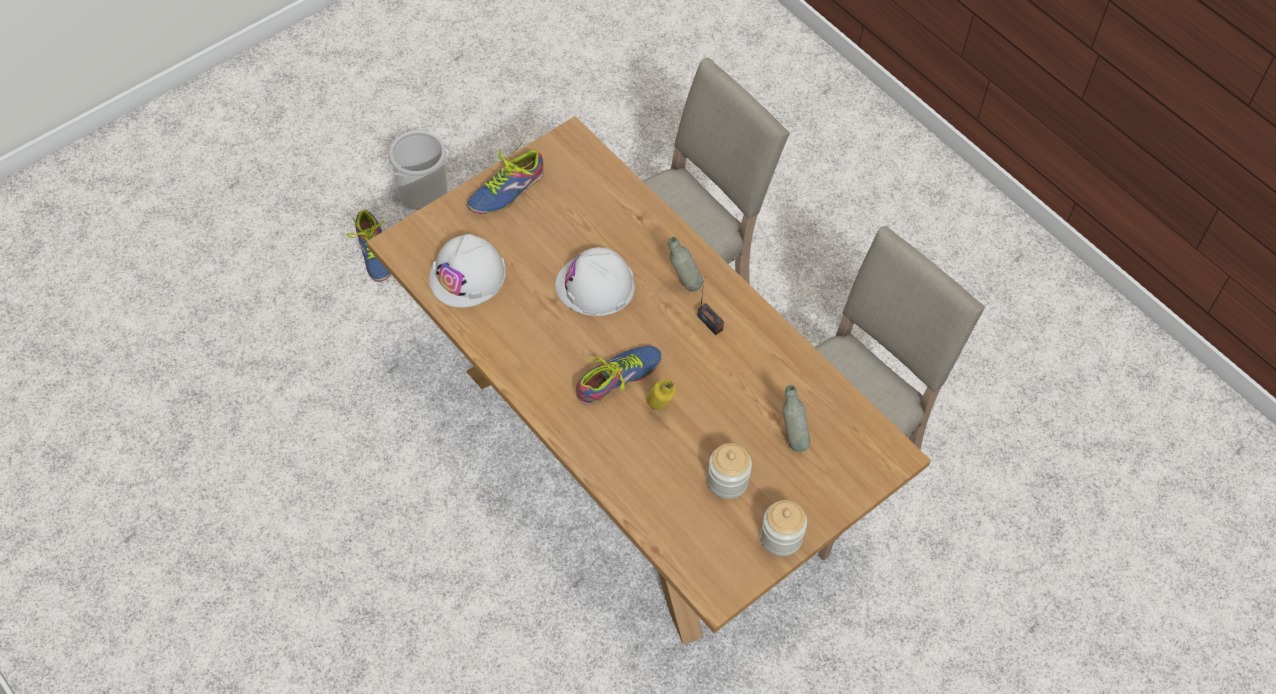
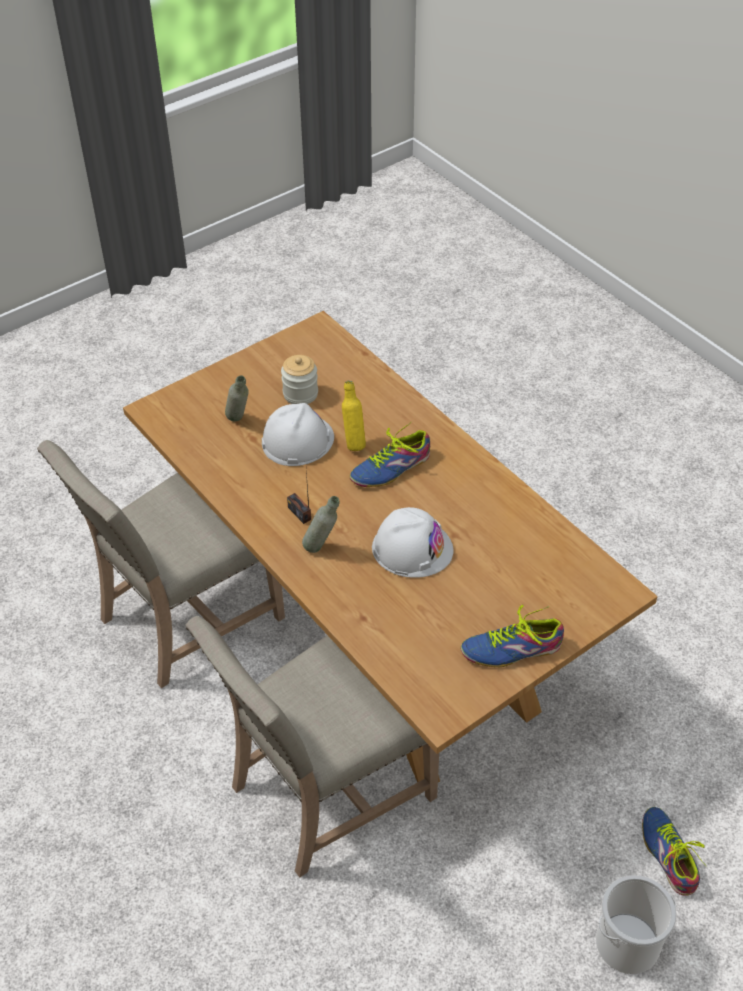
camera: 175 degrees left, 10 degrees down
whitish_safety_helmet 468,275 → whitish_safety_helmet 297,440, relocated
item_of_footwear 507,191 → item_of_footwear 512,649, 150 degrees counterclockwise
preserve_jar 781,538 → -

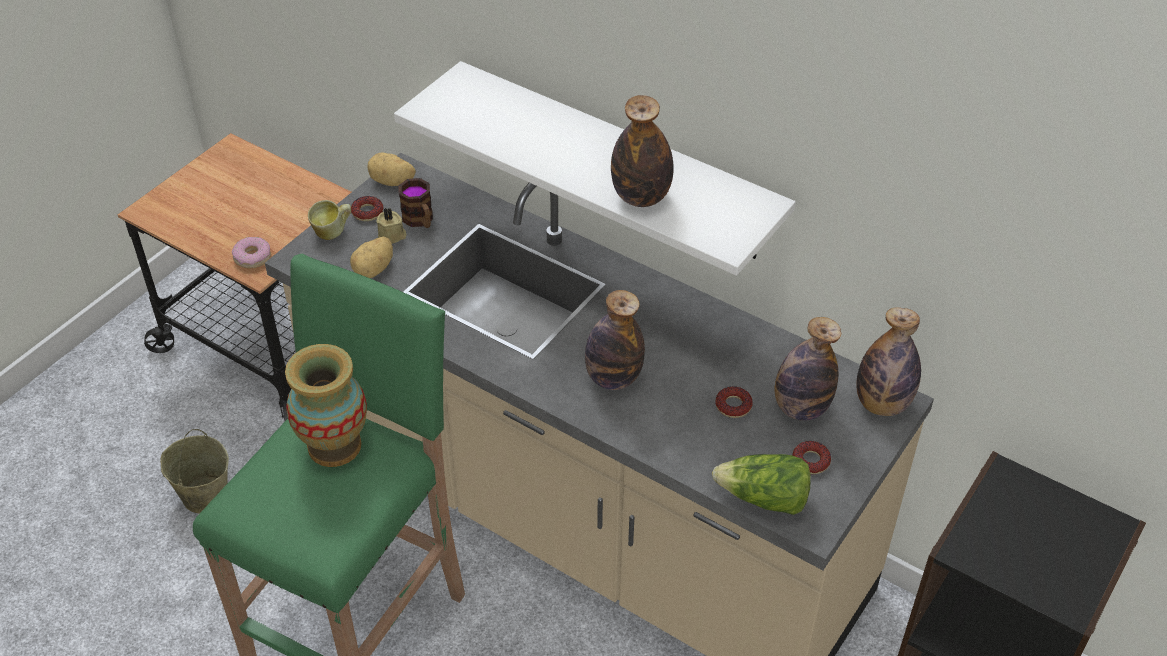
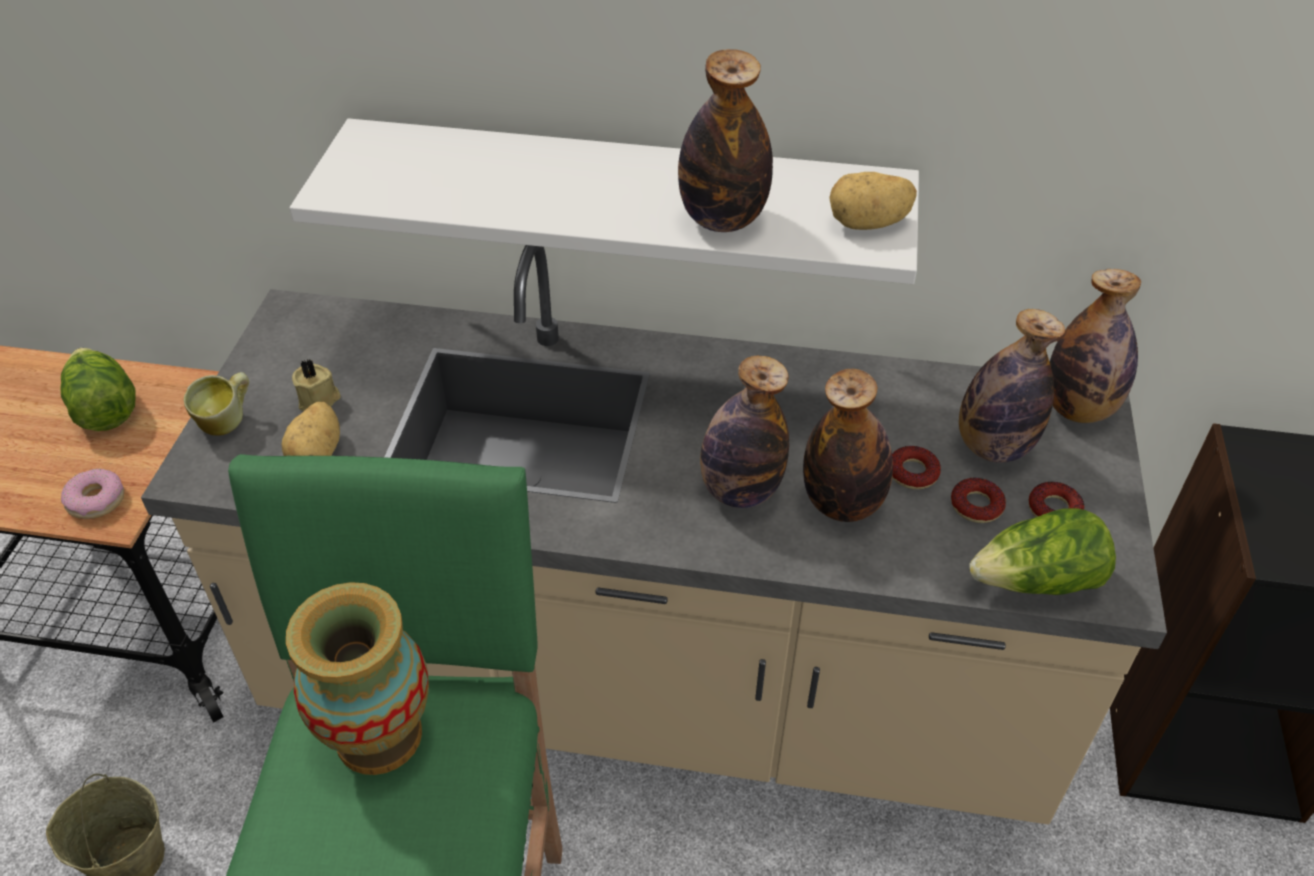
camera: 25 degrees left, 0 degrees up
donut 367,212 → donut 976,505, relocated
whole_potato 392,182 → whole_potato 868,224, relocated
mug 420,220 → -
- → head_of_lettuce 103,407
- → beverage_bottle 842,503

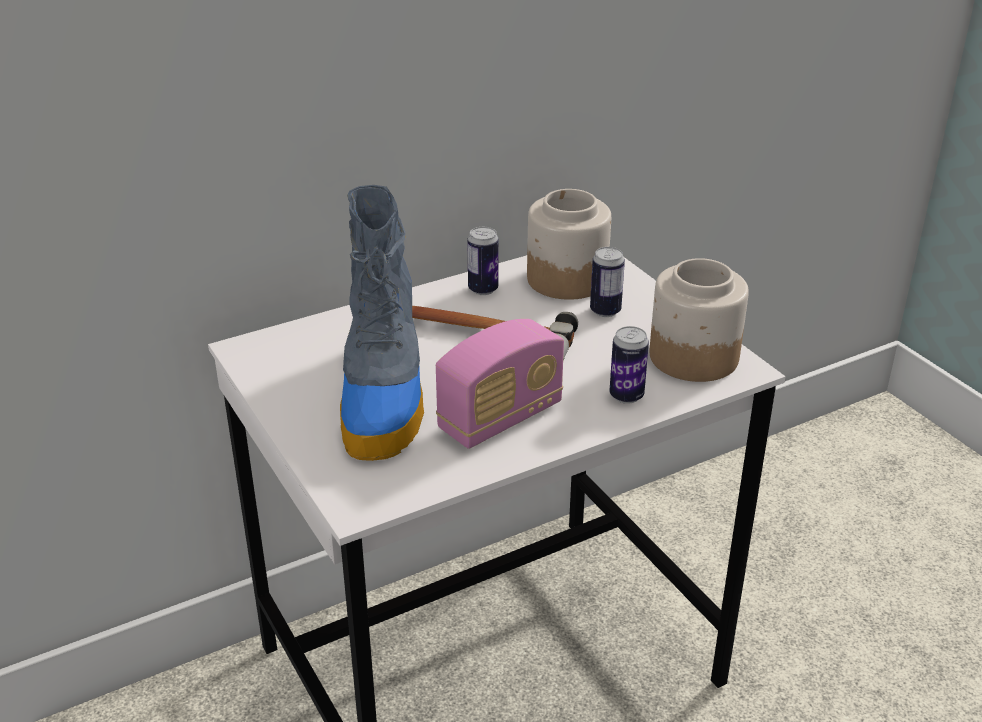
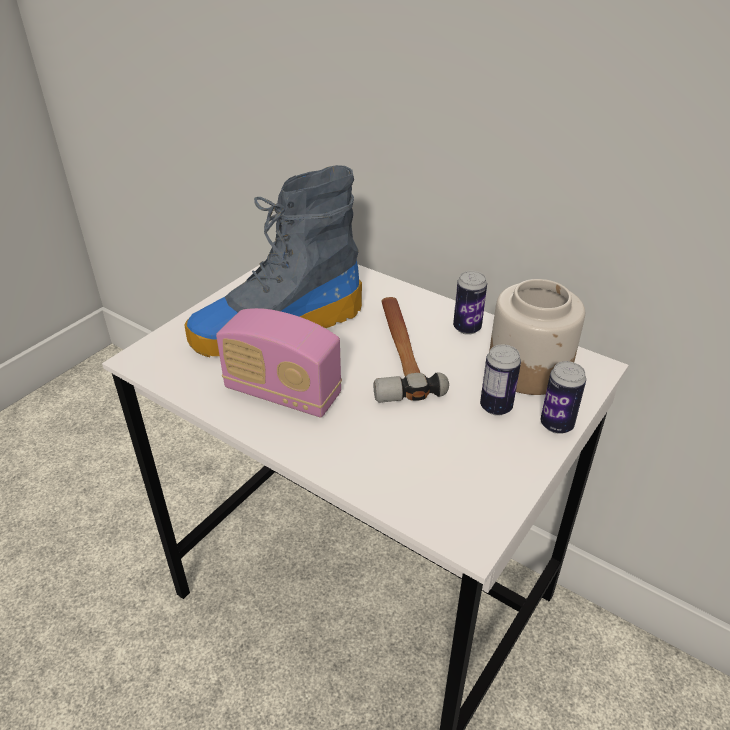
camera: 65 degrees right, 5 degrees up
can 626,396 → can 556,425, relocated
preserve_jar 692,357 → -

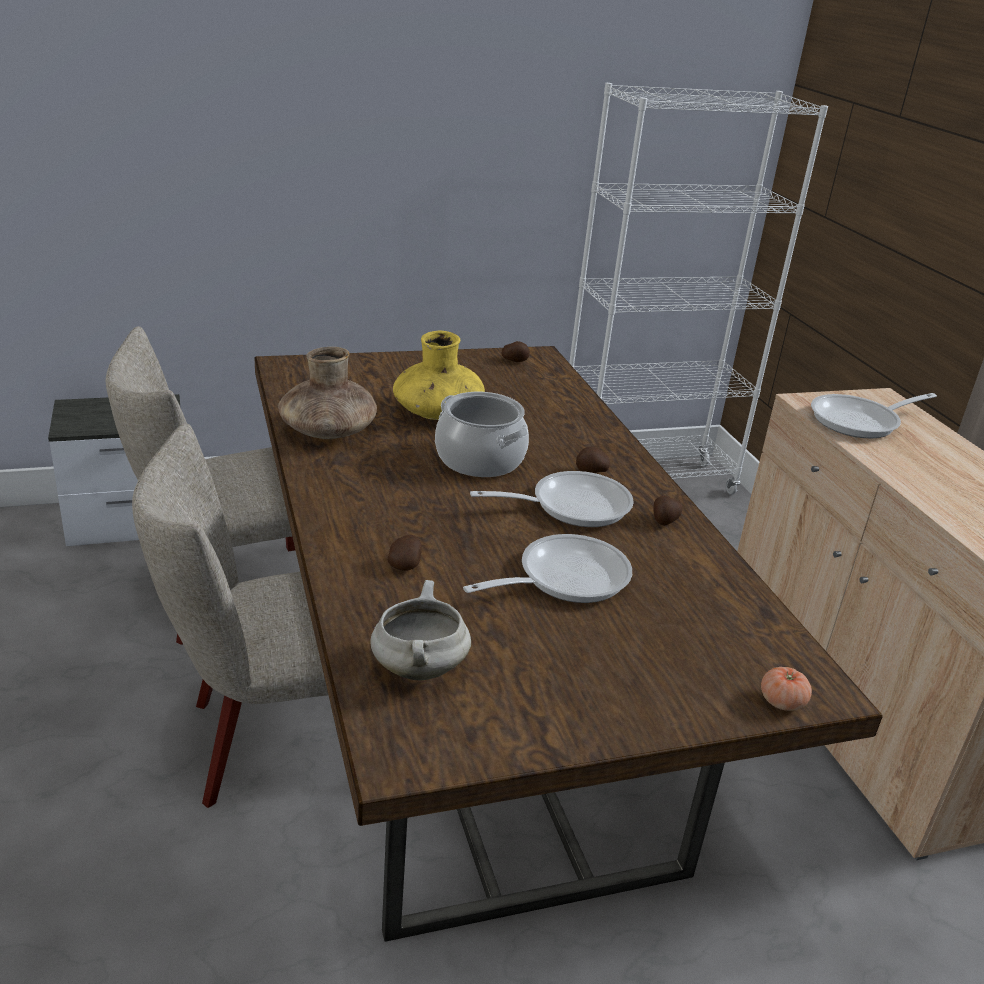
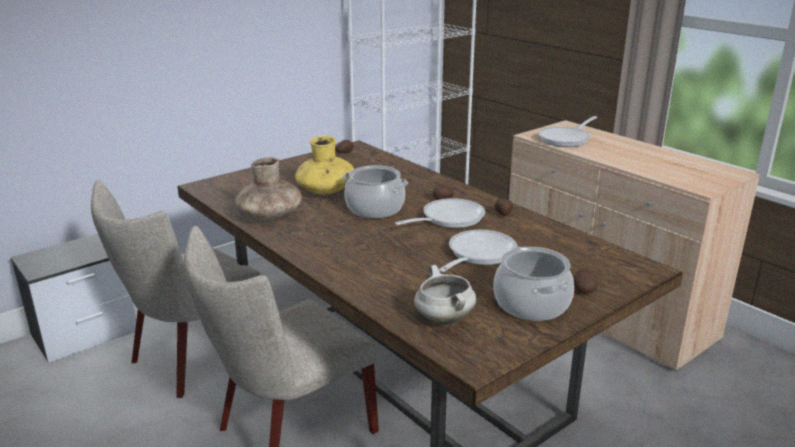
camera: 20 degrees left, 5 degrees down
whole_potato 405,565 → whole_potato 583,290, relocated
whole_tomato 782,702 → -
- → saucepot 531,304

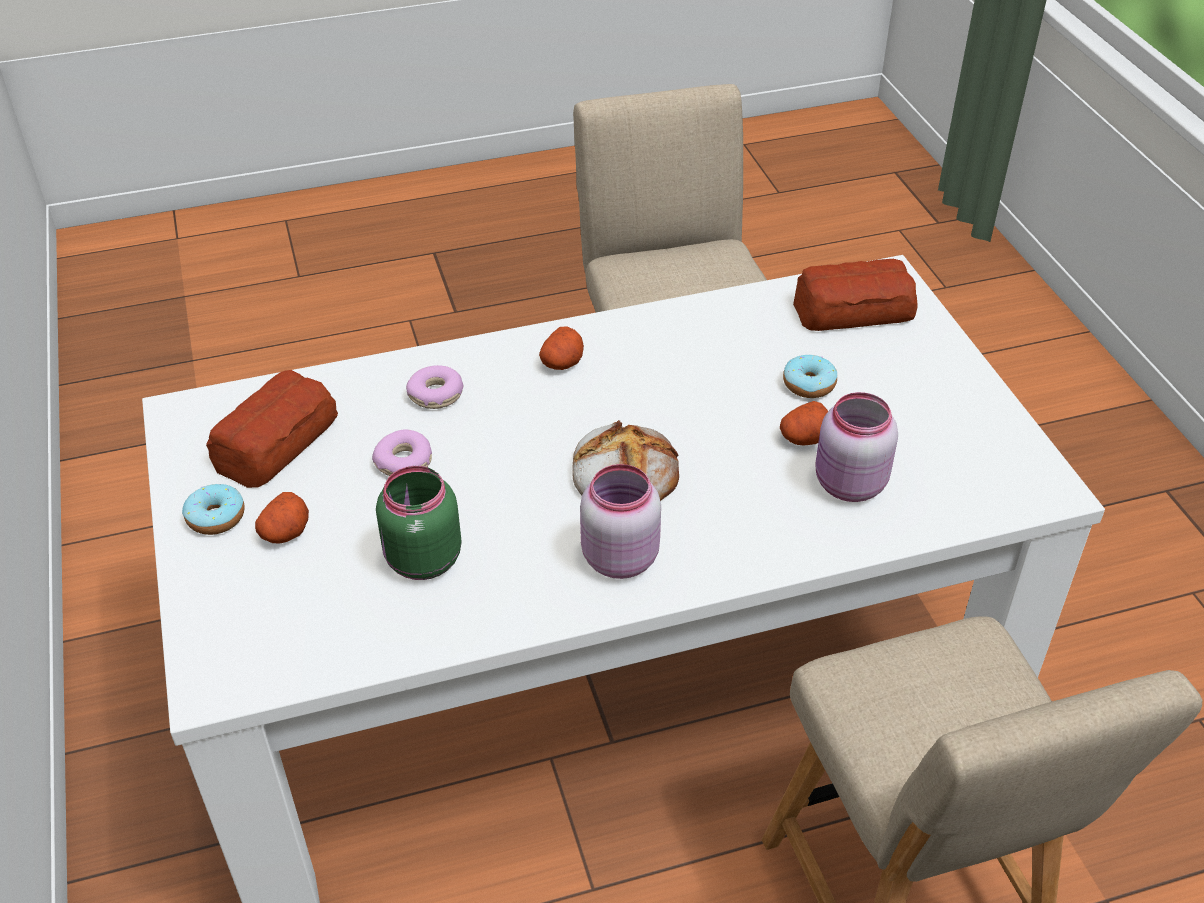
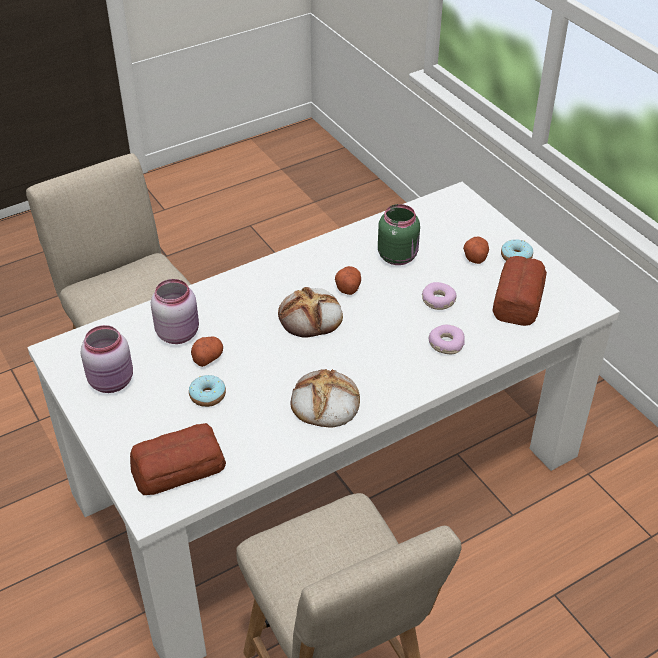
camera: 165 degrees right, 0 degrees up
whole_potato 562,362 → whole_potato 347,287, relocated
pinkish_preserve_jar 618,557 → pinkish_preserve_jar 112,382, relocated
- → baked_bread 324,403

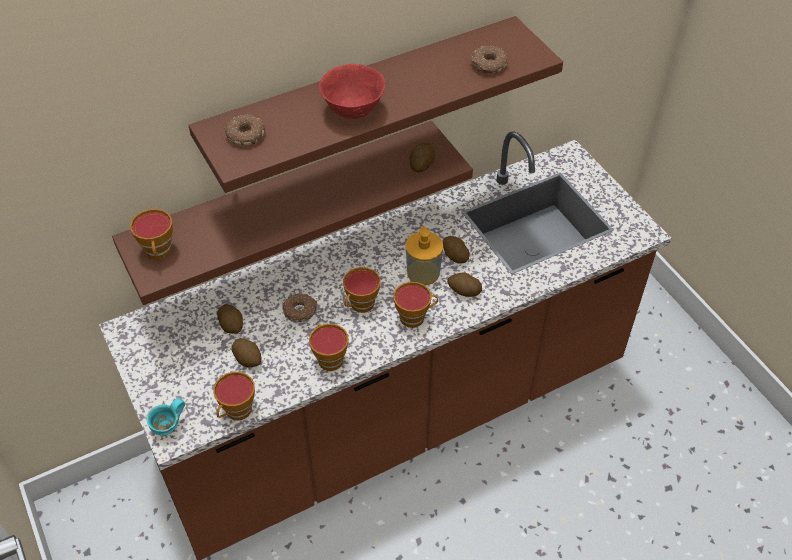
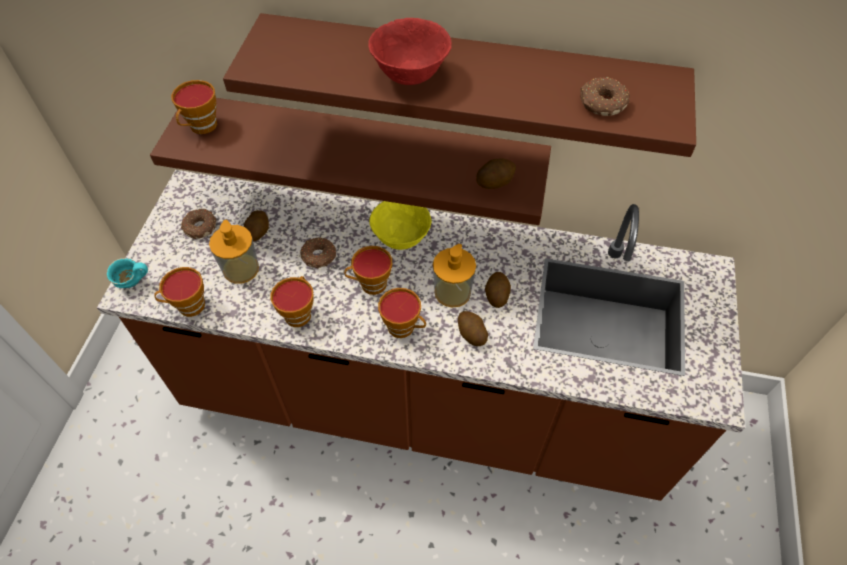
camera: 40 degrees right, 5 degrees up
donut 245,135 → donut 200,227, relocated
whole_potato 248,359 → liquid_soap_bottle 241,269
- → yellow-coloured_bowl 401,238

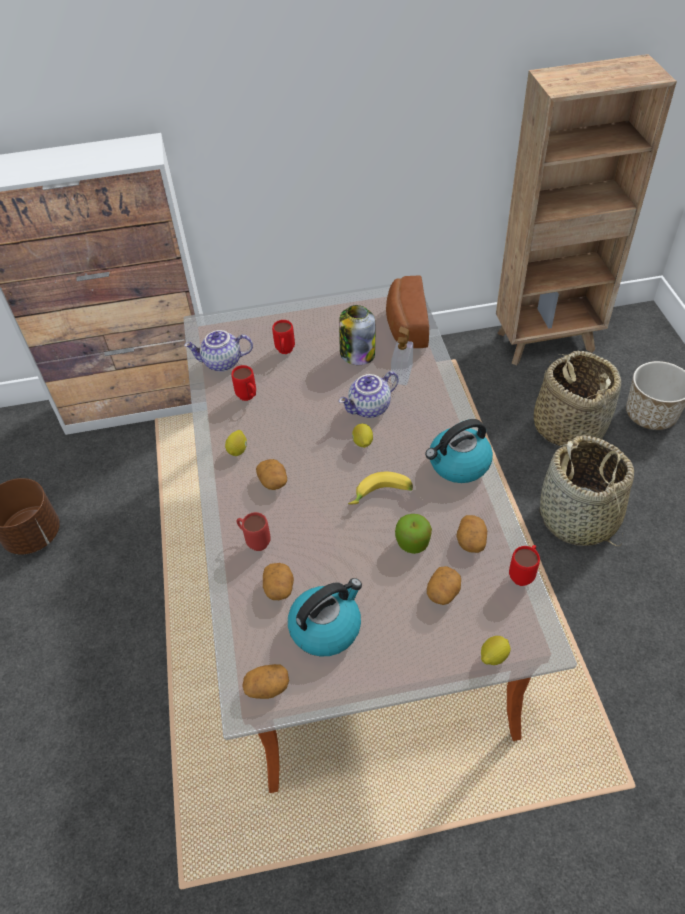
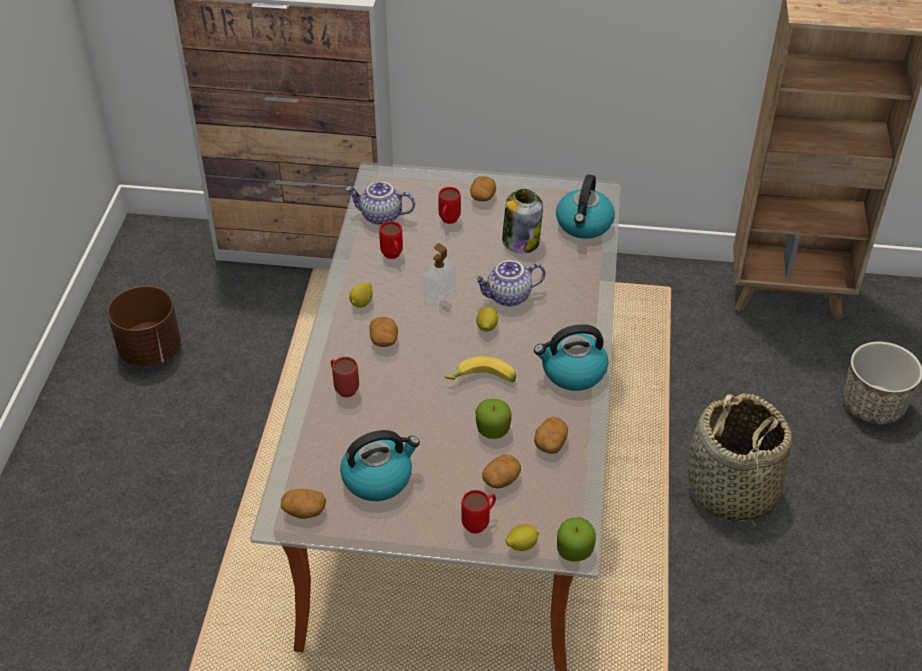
camera: 15 degrees right, 5 degrees down
whole_potato 279,587 → whole_potato 483,196, relocated
baked_bread 405,325 → water_kettle 584,225
liquid_soap_bottle 401,374 → liquid_soap_bottle 439,295, relocated
red_mug 523,574 → red_mug 480,523, relocated
household_basket 568,426 → -
- → apple_fruit 574,550

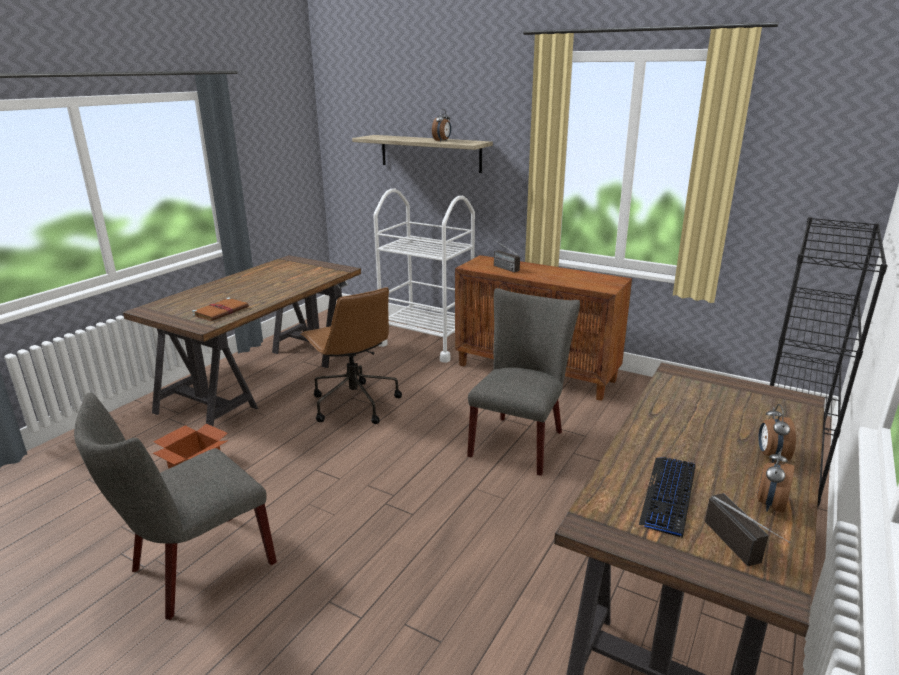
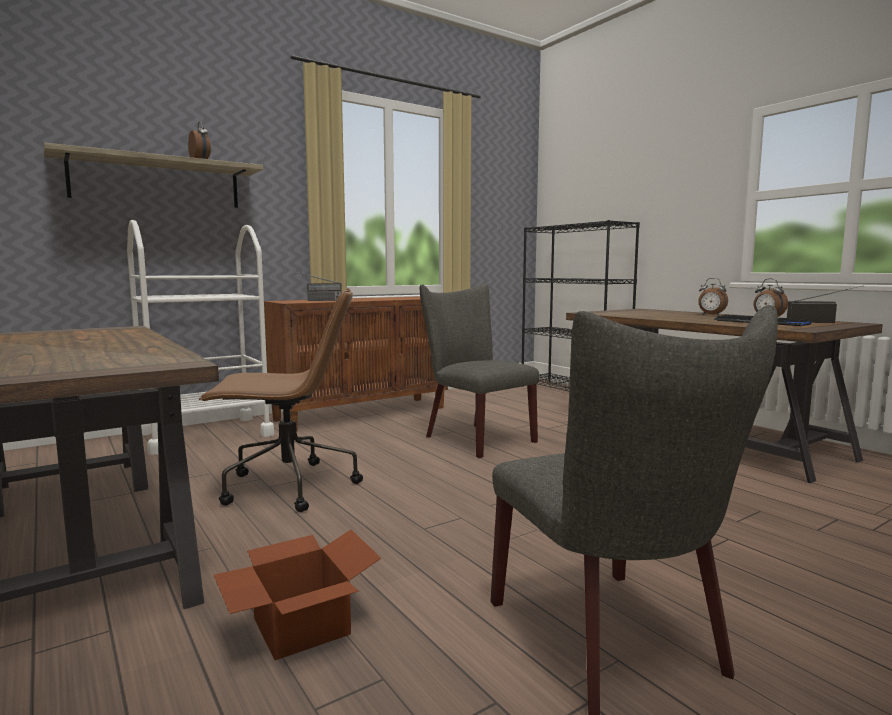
camera: 65 degrees left, 15 degrees down
brown-coloured_volume 221,311 → -

